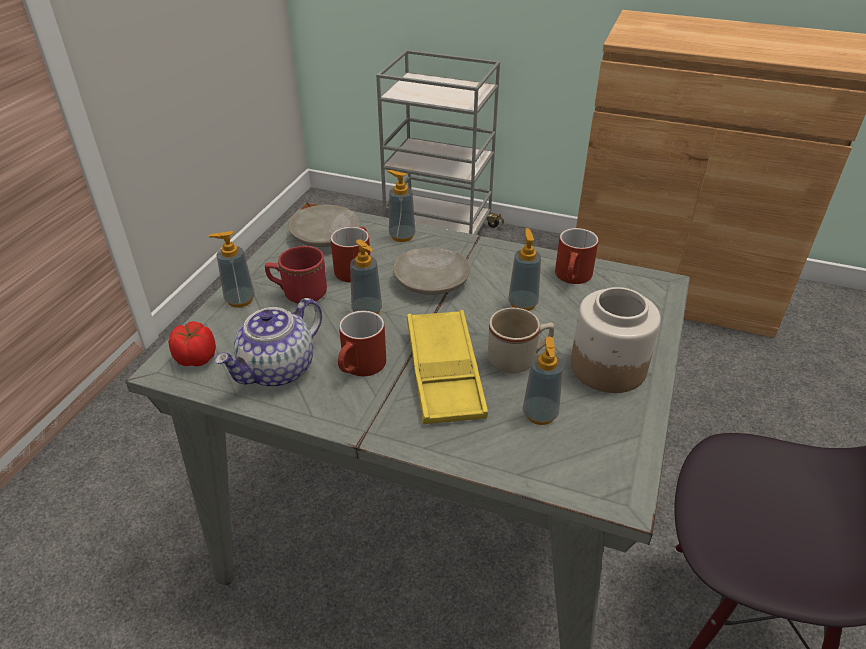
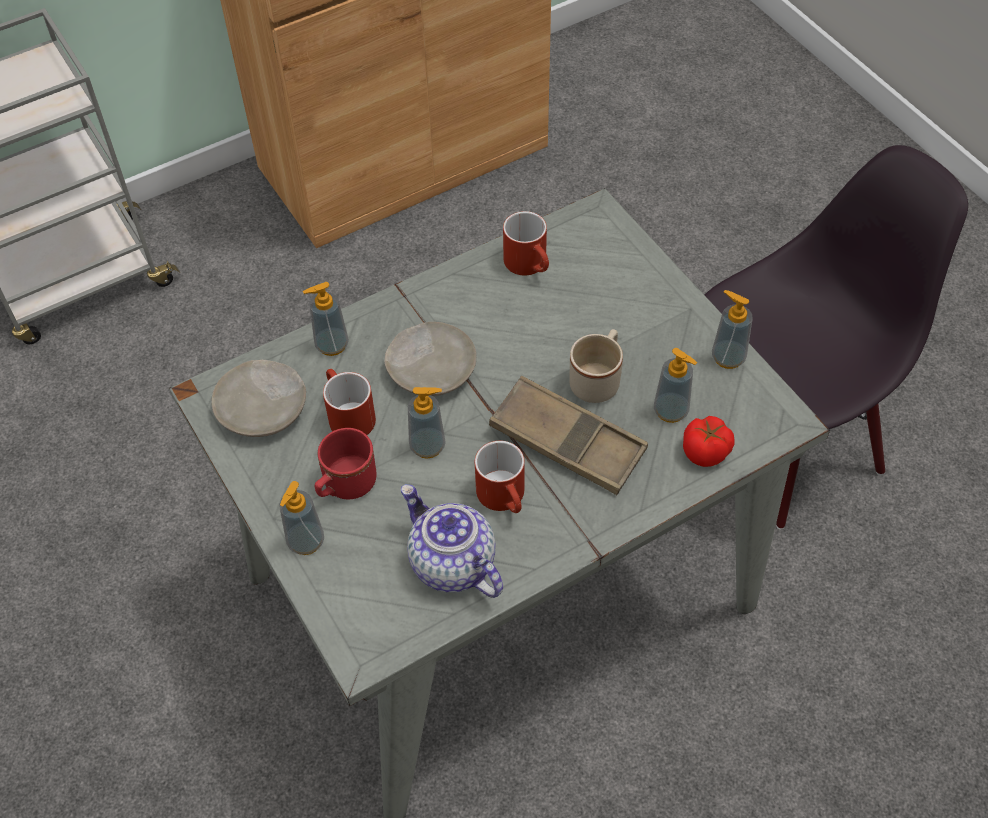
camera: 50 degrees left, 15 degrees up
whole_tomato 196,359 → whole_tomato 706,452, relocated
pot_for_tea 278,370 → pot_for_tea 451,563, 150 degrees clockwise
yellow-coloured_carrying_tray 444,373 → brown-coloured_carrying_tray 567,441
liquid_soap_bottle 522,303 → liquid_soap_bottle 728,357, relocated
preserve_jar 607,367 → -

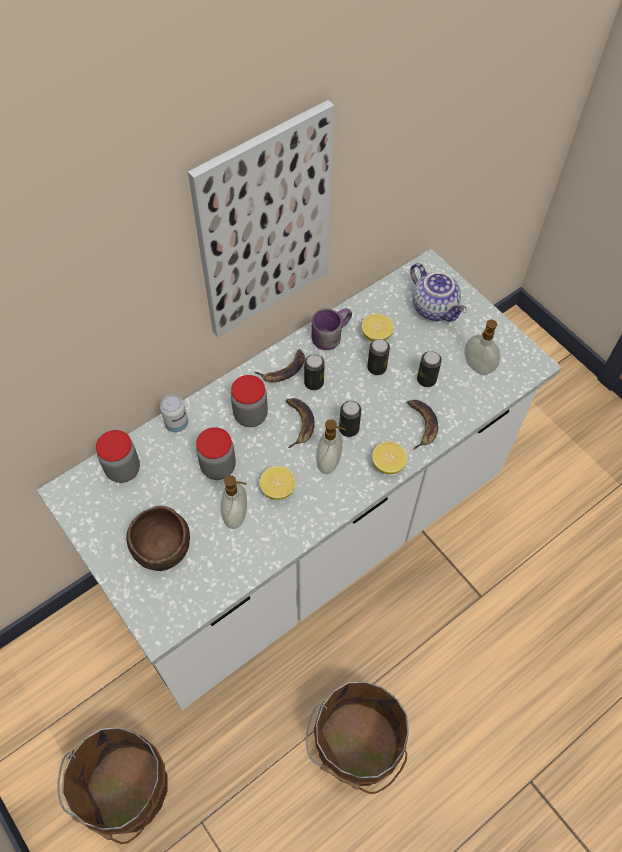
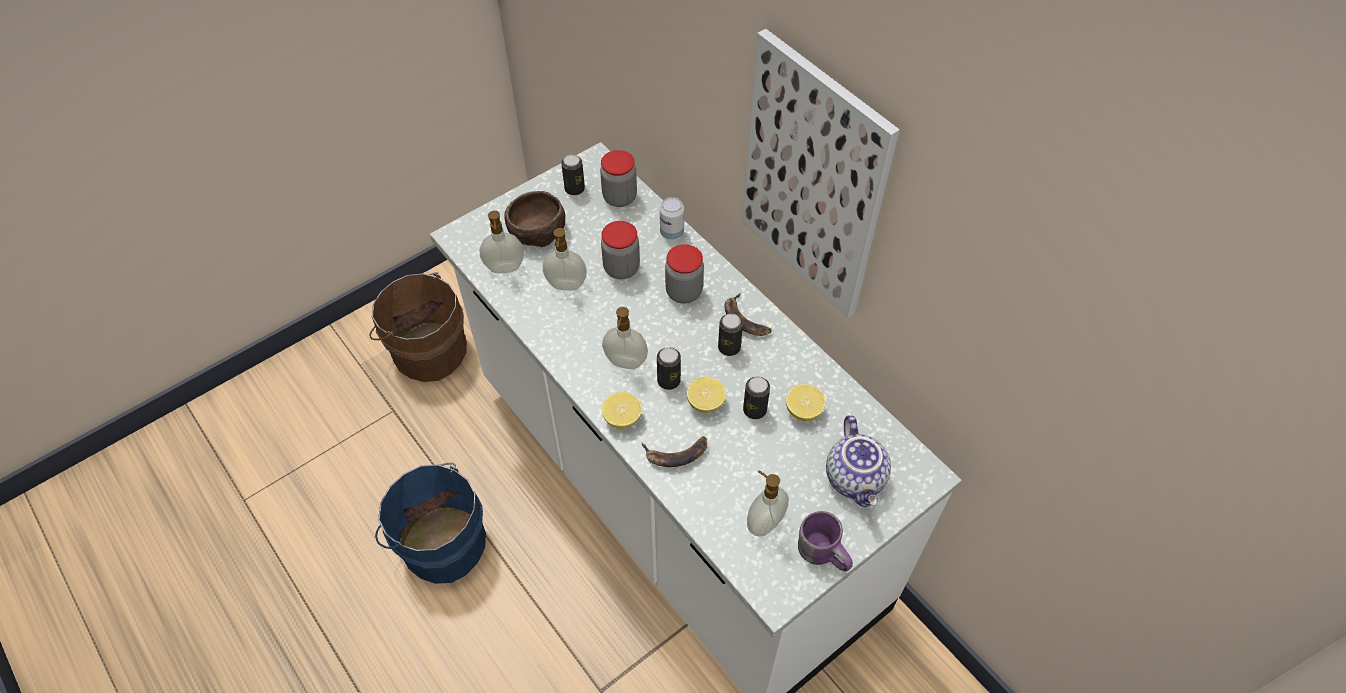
camera: 90 degrees right, 5 degrees down
citrus_fruit 278,489 → citrus_fruit 705,403, relocated
whole_banana 298,423 → -
brown-coloured_pail 355,747 → blue_pail 441,542
purplish_mug 329,334 → purplish_mug 825,551, relocated
pot_for_tea 435,307 → pot_for_tea 856,478, 60 degrees counterclockwise
can 426,380 → can 574,189, relocated
- → liquid_soap_bottle 505,269

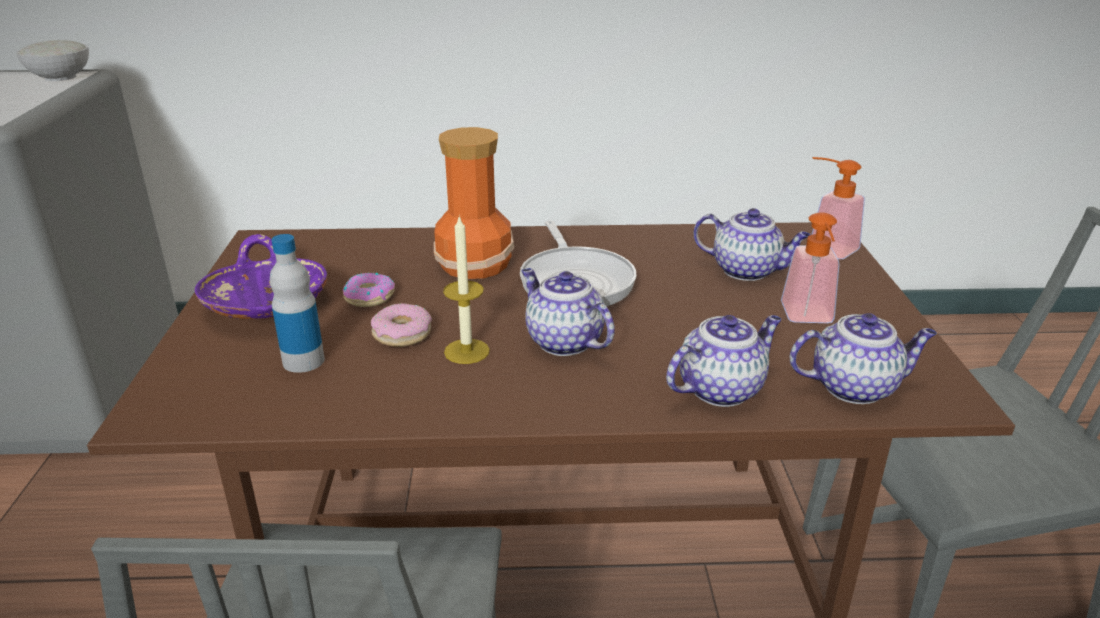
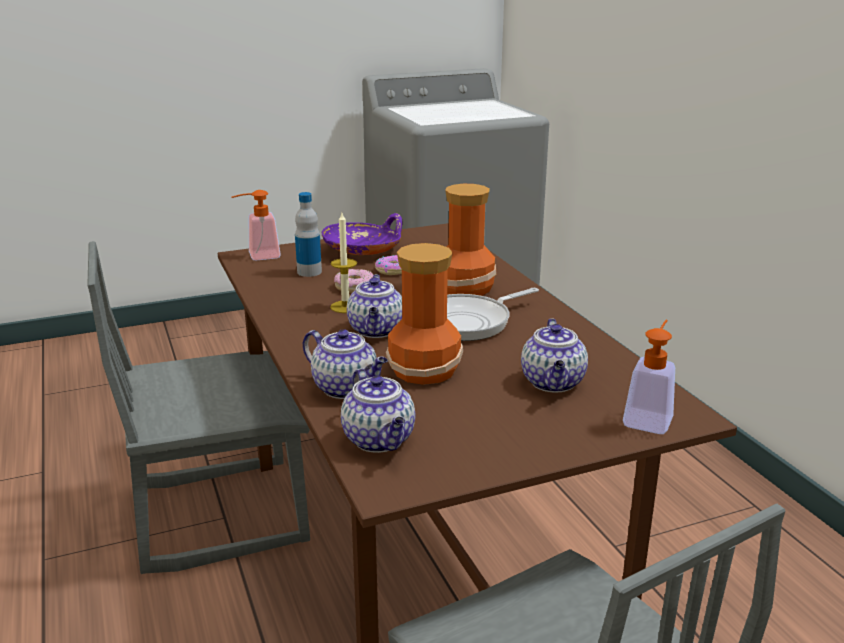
camera: 70 degrees right, 5 degrees down
whitish_bowl 61,77 → -
pot_for_tea 563,341 → pot_for_tea 377,331, 150 degrees clockwise
liquid_soap_bottle 808,318 → liquid_soap_bottle 258,256, relocated
- → flower_vase 425,369

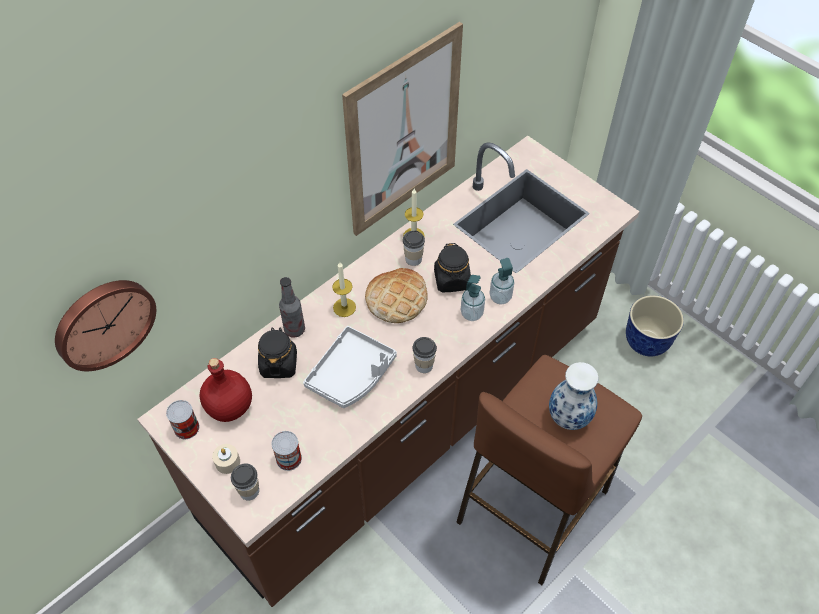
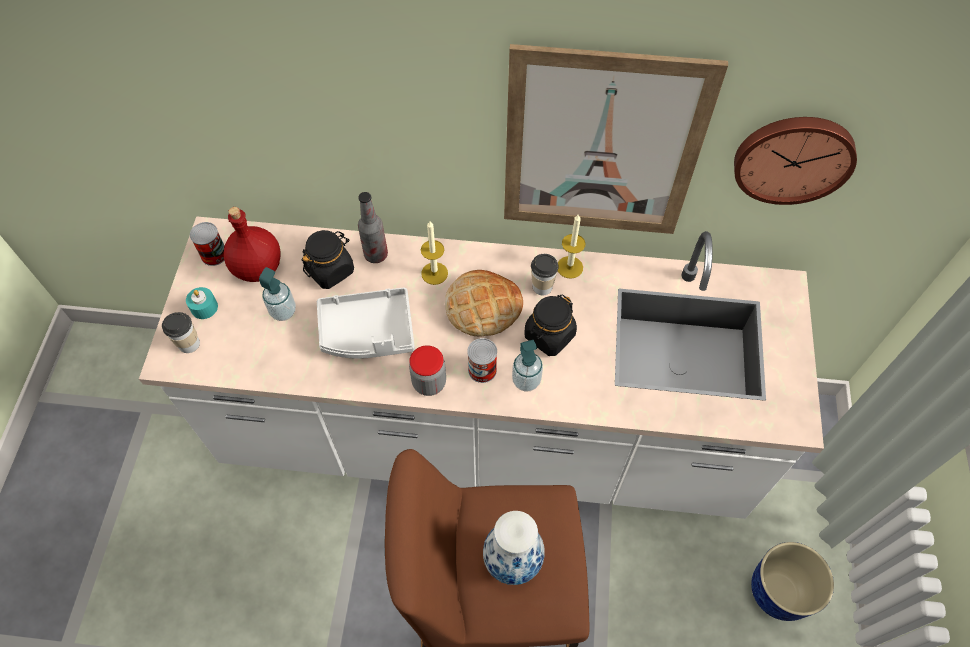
camera: 50 degrees right, 5 degrees up
wall_clock 103,322 → wall_clock 793,157, relocated
brown-coloured_kitchen_base_unit 409,420 → whitish_kitchen_base_unit 485,436
beige-coloured_wax_light 227,462 → blue-green_wax_light 204,307
can 288,458 → can 482,370, relocated
cup 424,365 → preserve_jar 429,383
liquid_soap_bottle 500,297 → liquid_soap_bottle 283,311, relocated

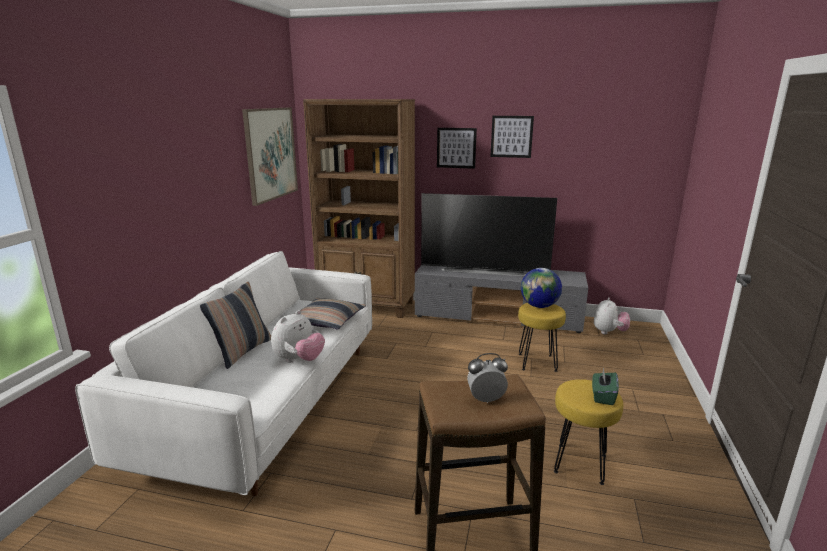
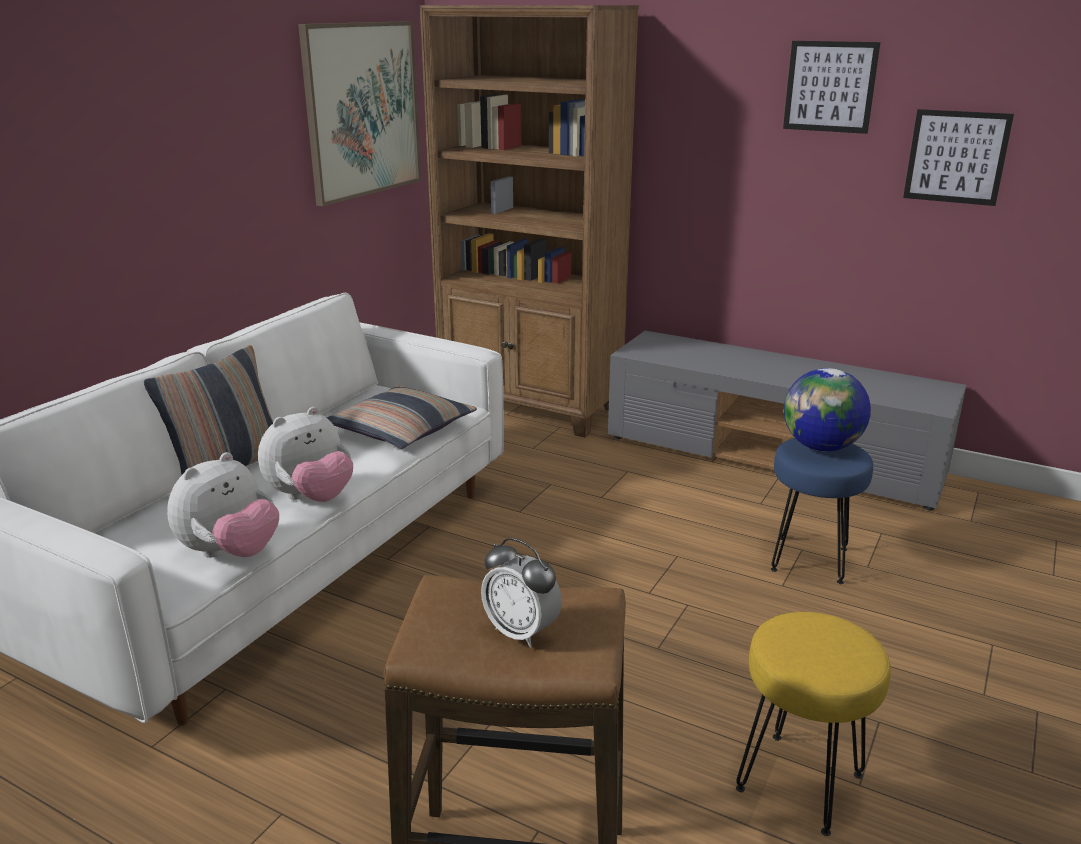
camera: 15 degrees right, 5 degrees up
television 484,270 → -
wall_picture 456,148 → wall_picture 956,157, relocated
alarm_clock 486,399 → alarm_clock 521,632, 150 degrees counterclockwise
yellow-coloured_stool 537,362 → blue_stool 810,560
green-coloured_tissue_box 603,396 → -
cuddly_toy 609,332 → cuddly_toy 230,553, relocated

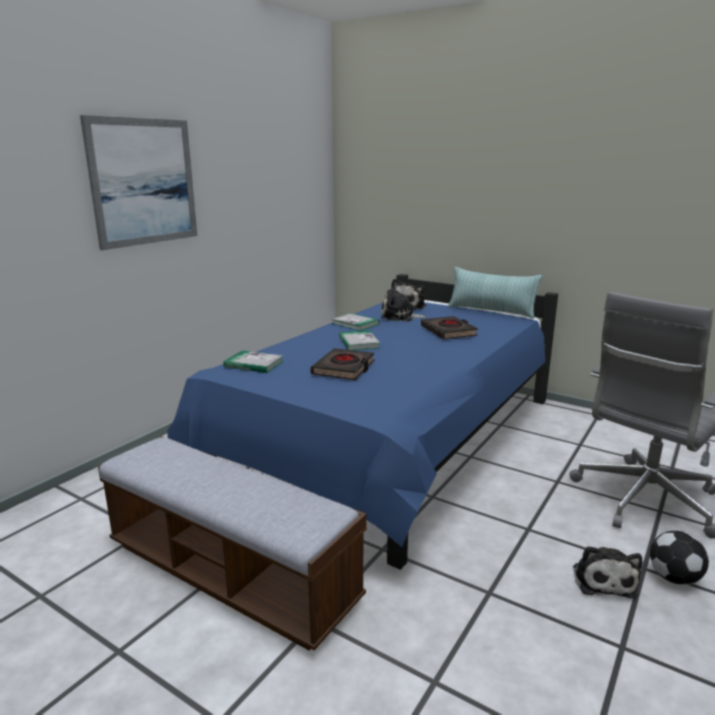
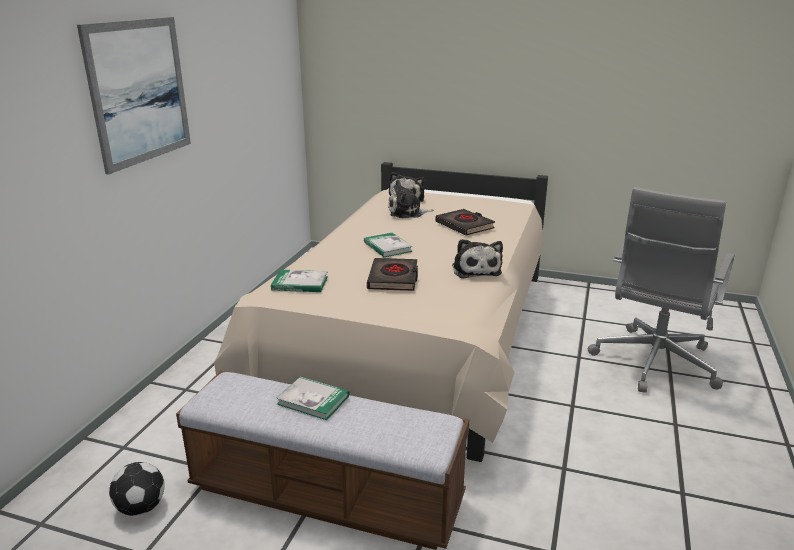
camera: 15 degrees left, 5 degrees up
blue_bedroom_bed 391,443 → beige-coloured_bedroom_bed 415,340
volume 355,324 → volume 313,400, relocated
pillow 491,311 → -
cuddly_toy 603,579 → cuddly_toy 475,270, relocated
ball_for_football 674,578 → ball_for_football 142,507, relocated

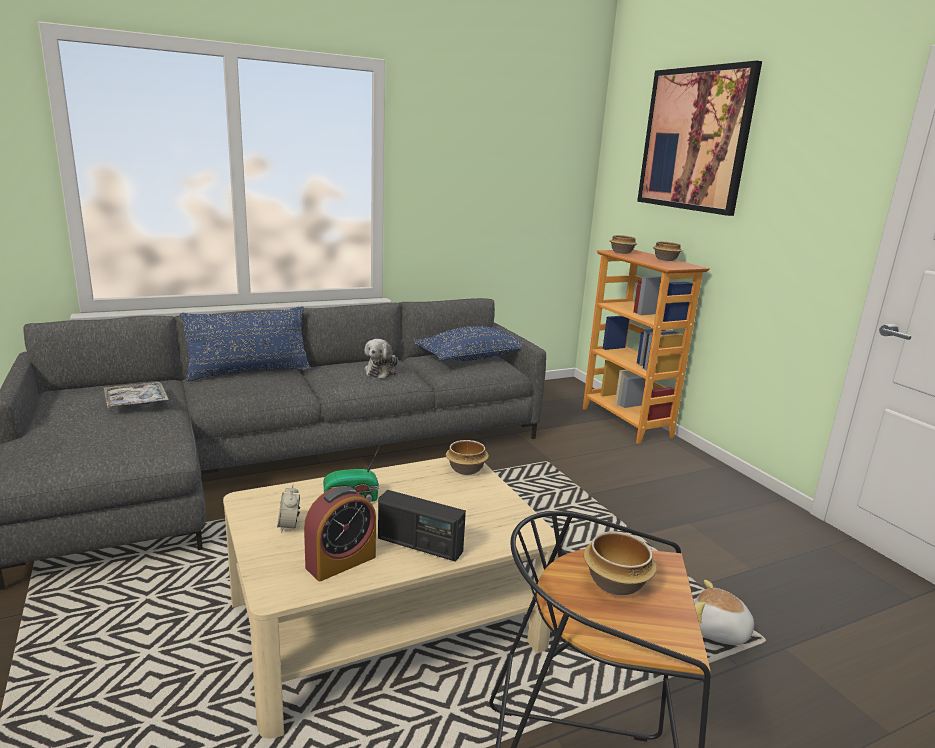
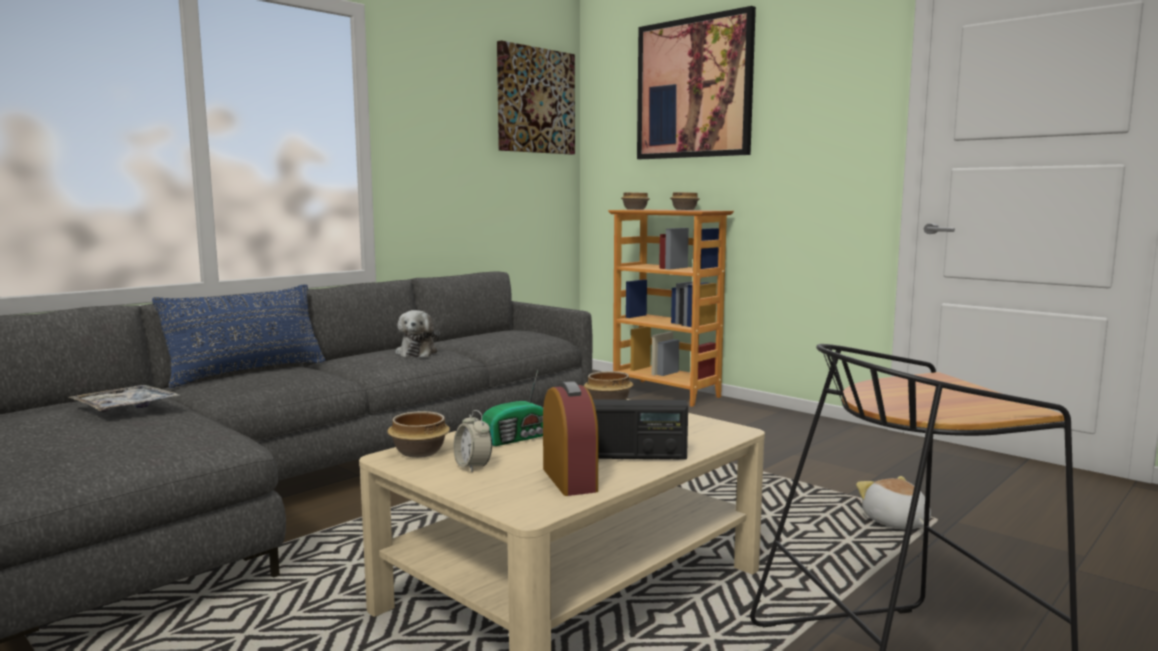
camera: 20 degrees left, 10 degrees down
alarm_clock 341,562 → alarm_clock 569,479, 45 degrees counterclockwise
blue_pillow 472,358 → -
bowl 616,582 → bowl 419,452, relocated
cuddly_toy 719,632 → cuddly_toy 895,522, 60 degrees clockwise
- → wall_picture 535,101

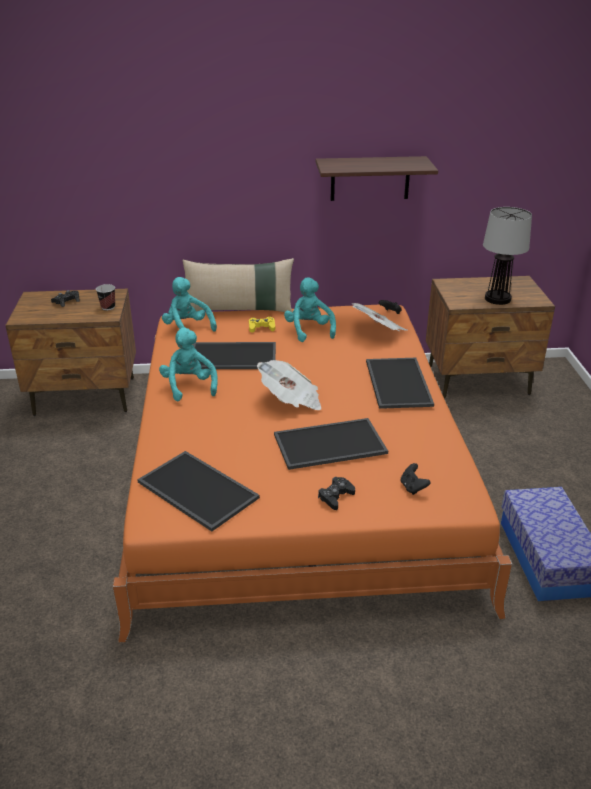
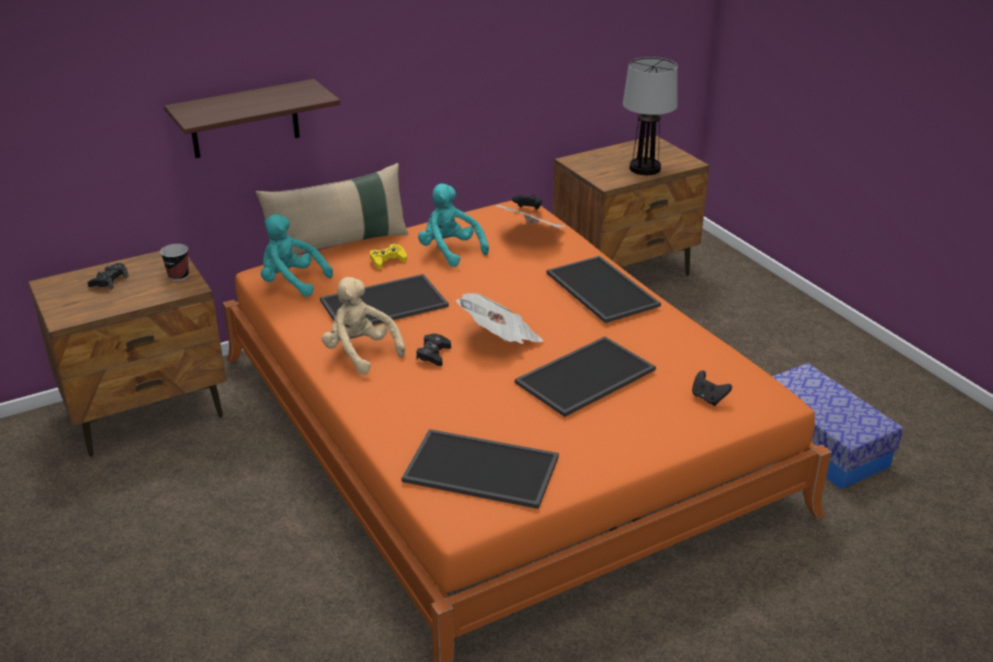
camera: 25 degrees left, 0 degrees up
blue-green_cuddly_toy 189,386 → beige-coloured_cuddly_toy 360,353
shelf 370,178 → shelf 244,119, relocated
black_gamepad 336,497 → black_gamepad 433,354, relocated

